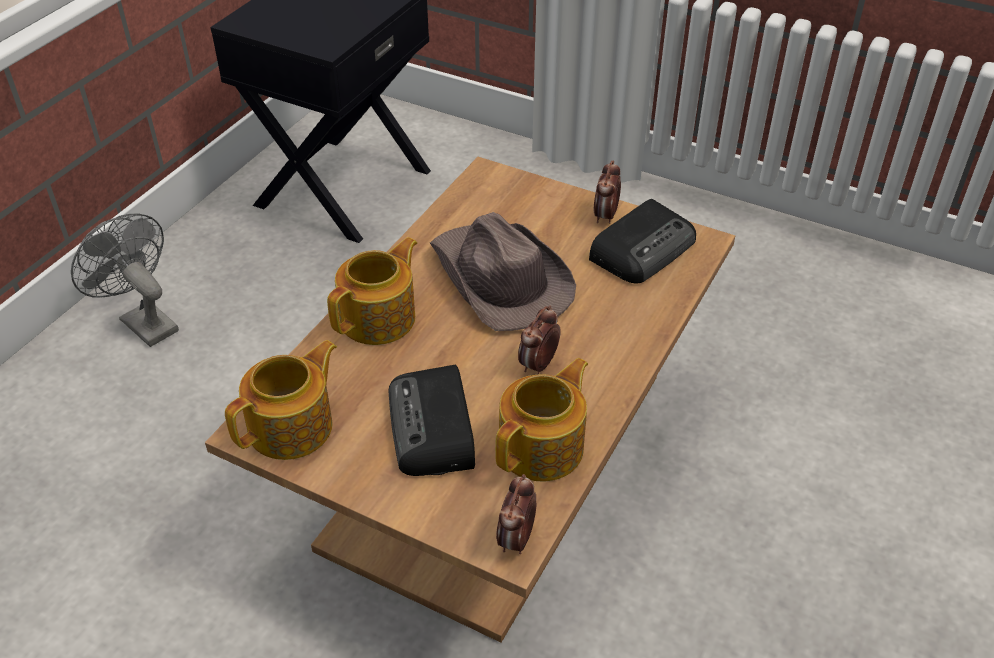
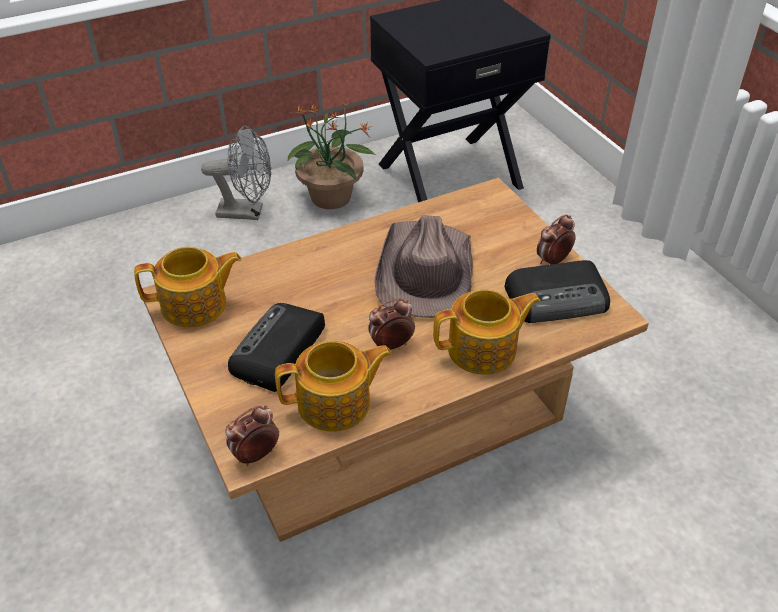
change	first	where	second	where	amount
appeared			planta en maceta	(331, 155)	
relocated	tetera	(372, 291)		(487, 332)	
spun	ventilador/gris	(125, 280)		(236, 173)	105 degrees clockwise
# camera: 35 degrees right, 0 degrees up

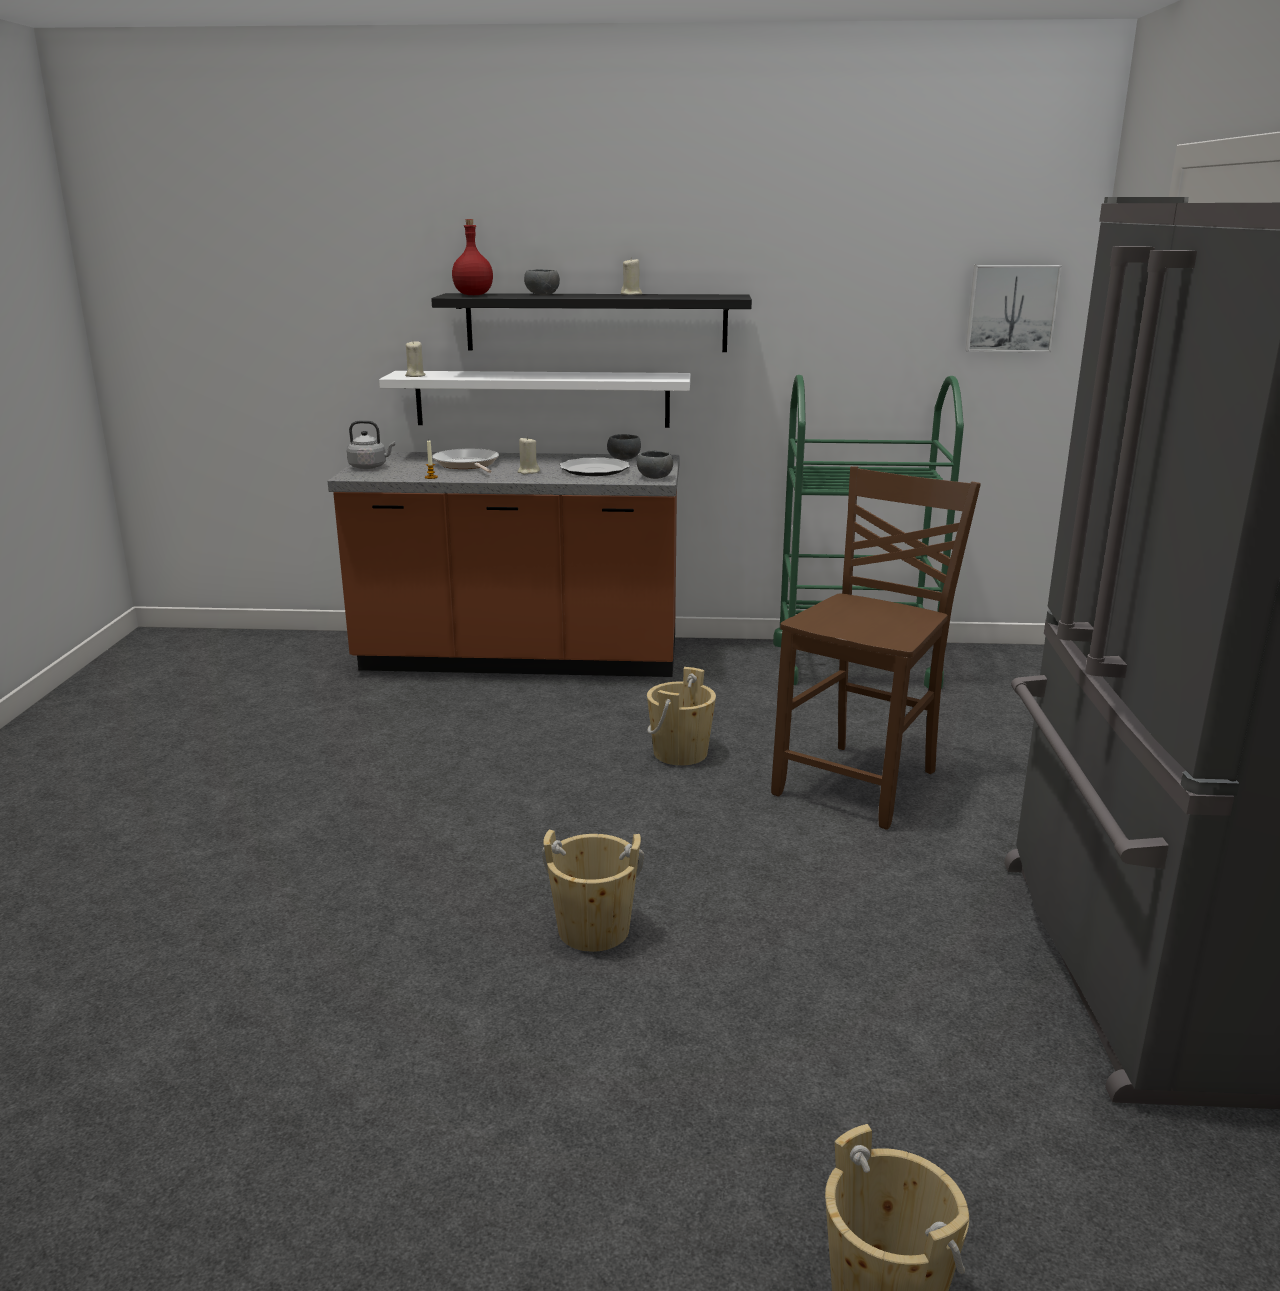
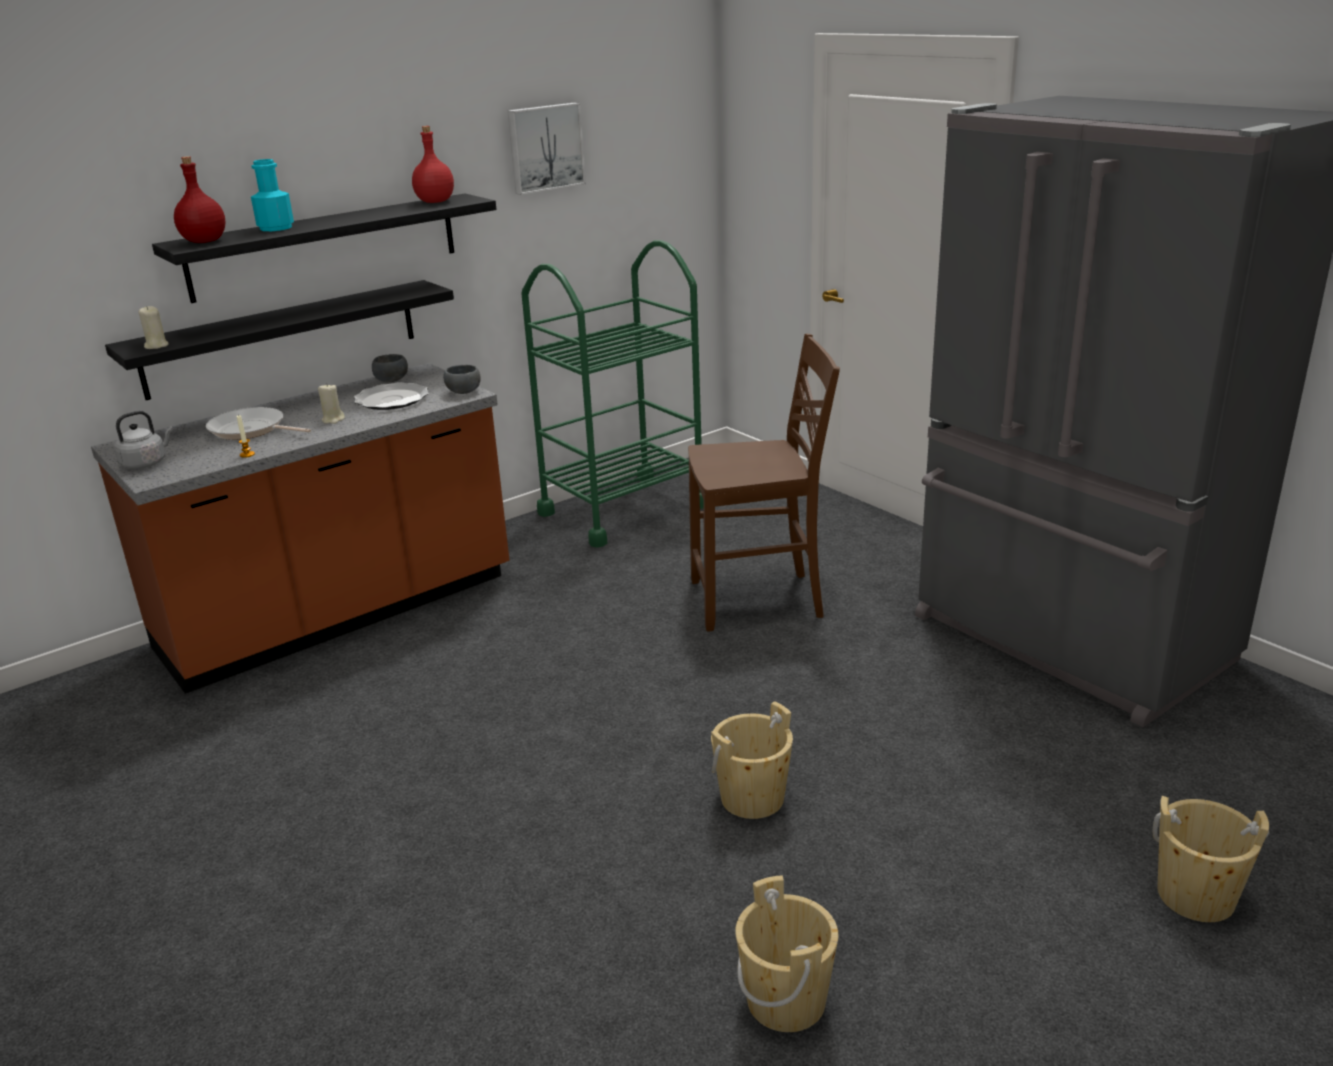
change	first	where	second	where	amount
missing	vela/beis	(631, 276)			
appeared			botella/rojo	(433, 164)	
relocated	cubo/beis	(681, 716)		(786, 953)	
relocated	cuadro	(1013, 308)		(547, 149)	
exchanged	cuenco/gris	(542, 282)	botella/turquesa	(272, 195)	
colour	estante/blanco	(535, 399)	estante/negro	(279, 340)	
spun	silla/marrón	(876, 648)		(764, 482)	90 degrees clockwise
# camera: 40 degrees left, 5 degrees up

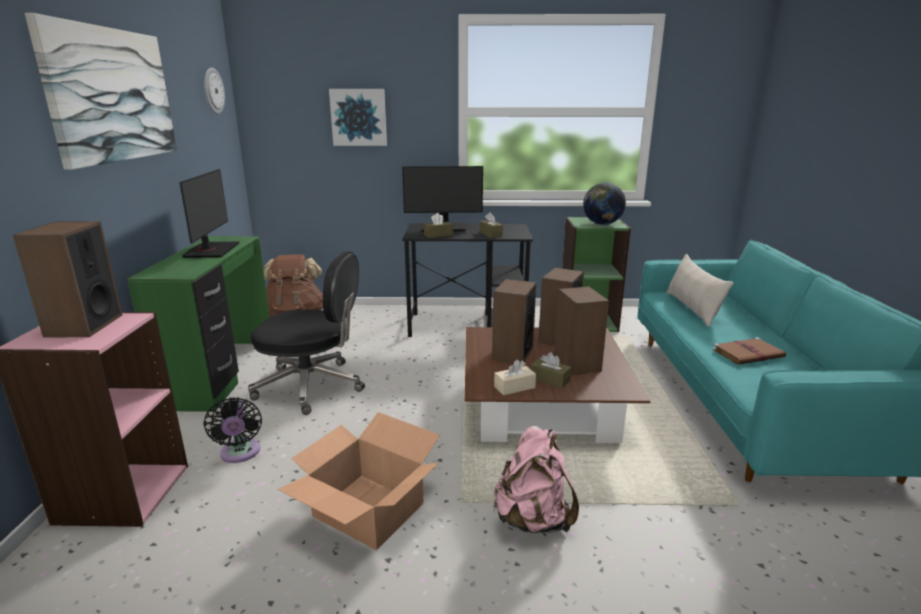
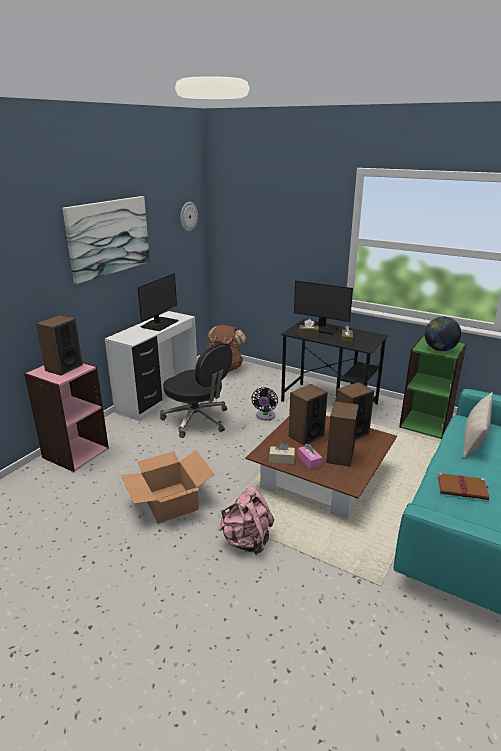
change	first	where	second	where	amount
missing	cuadro	(358, 117)			
relocated	ventilador/negro	(233, 430)		(264, 403)	
colour	escritorio/verde	(198, 324)	escritorio/blanco	(151, 366)	
colour	caja de pañuelos/marrón	(551, 370)	caja de pañuelos/rosa	(310, 457)	
# camera: 30 degrees right, 5 degrees up

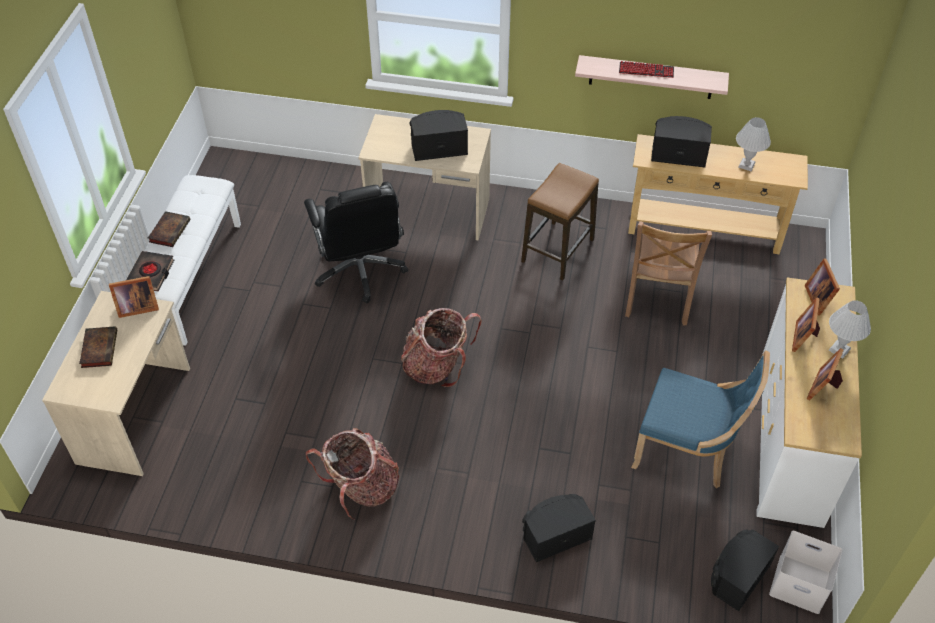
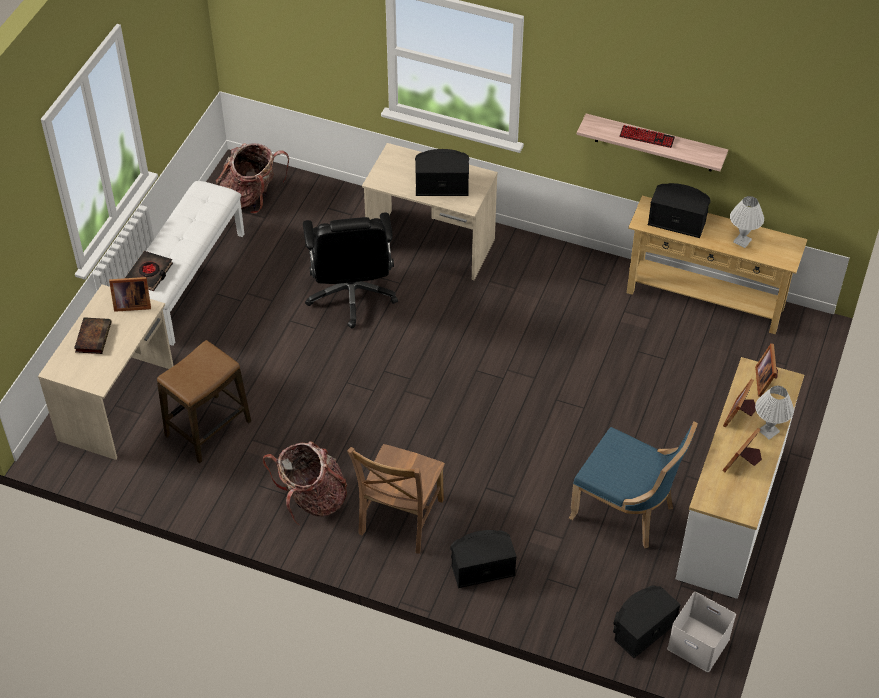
change	first	where	second	where	amount
missing	libro	(169, 229)			
relocated	mochila	(441, 347)		(252, 178)	
relocated	taburete	(560, 221)		(204, 402)	
relocated	silla/marrón	(668, 273)		(396, 499)	
# camera: 10 degrees right, 0 degrees up

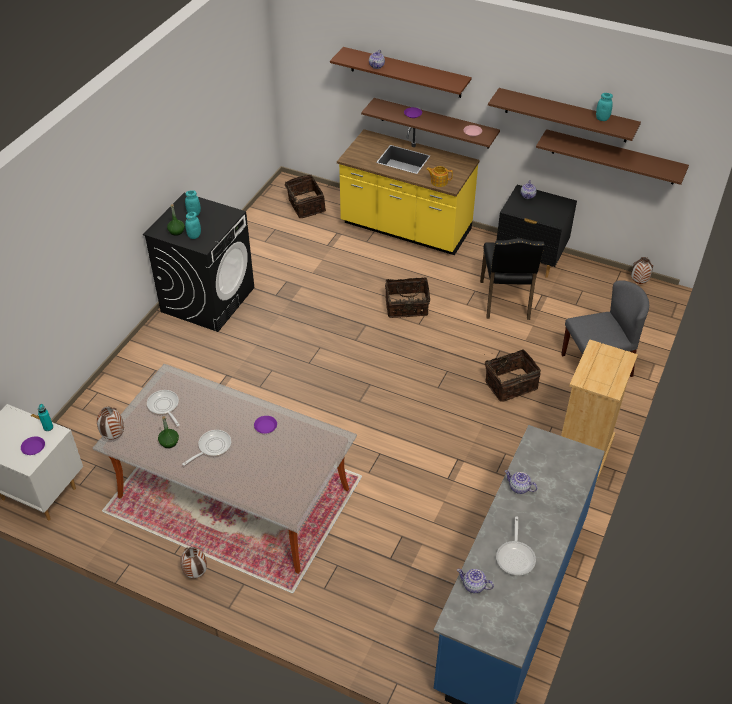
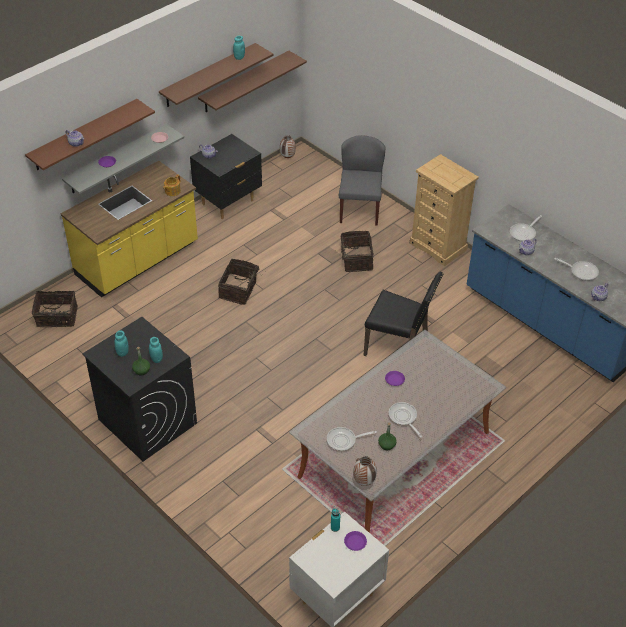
change	first	where	second	where	amount
missing	florero	(193, 562)			
appeared			sartén	(526, 228)	
relocated	silla/negro	(512, 279)		(403, 314)	
colour	estante/marrón	(430, 123)	estante/gris	(123, 159)	
# camera: 70 degrees left, 0 degrees up

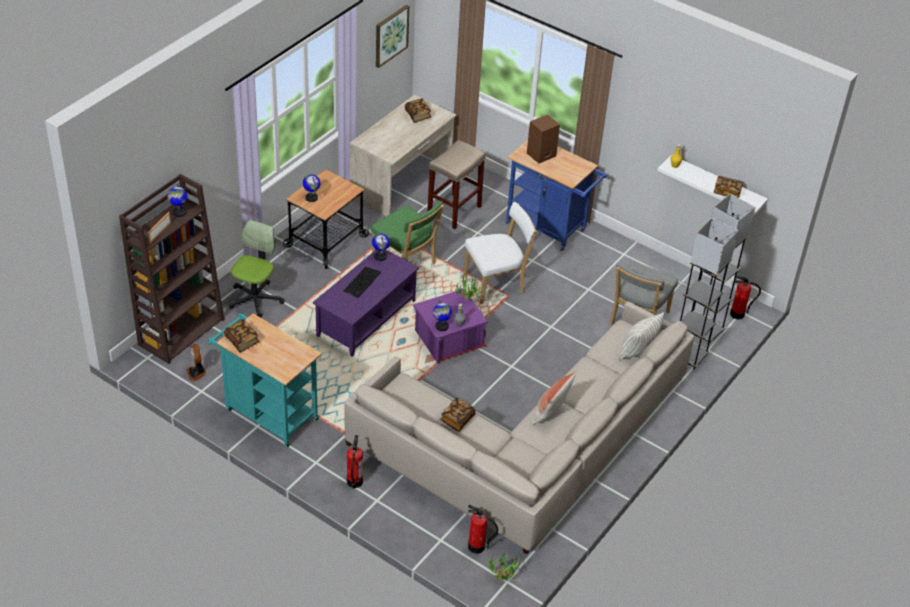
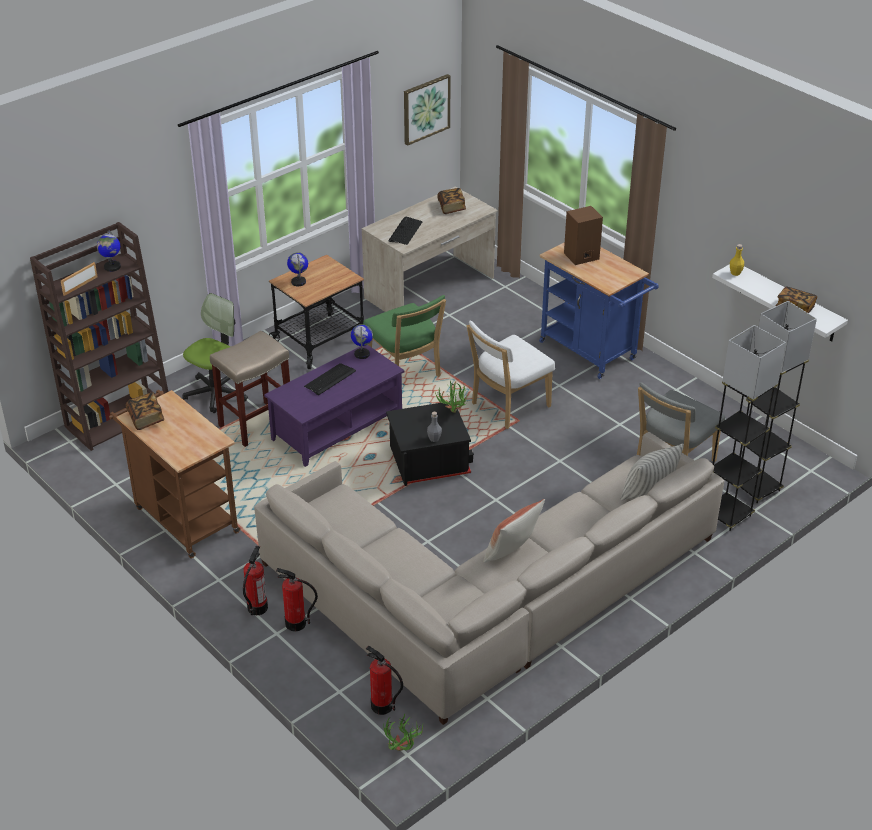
change	first	where	second	where	amount
missing	ventilador	(196, 363)			
missing	globo terráqueo	(442, 315)			
missing	libro	(458, 415)			
appeared			teclado	(405, 231)	
relocated	taburete/beis	(456, 184)		(250, 389)	
relocated	extintor	(745, 298)		(297, 600)	
colour	carrito/turquesa	(265, 380)	carrito/marrón	(174, 474)	
colour	caja de almacenaje/morado	(450, 326)	caja de almacenaje/negro	(430, 443)	
spun	silla/blanco	(500, 253)		(510, 375)	150 degrees clockwise
# camera: 15 degrees right, 5 degrees down

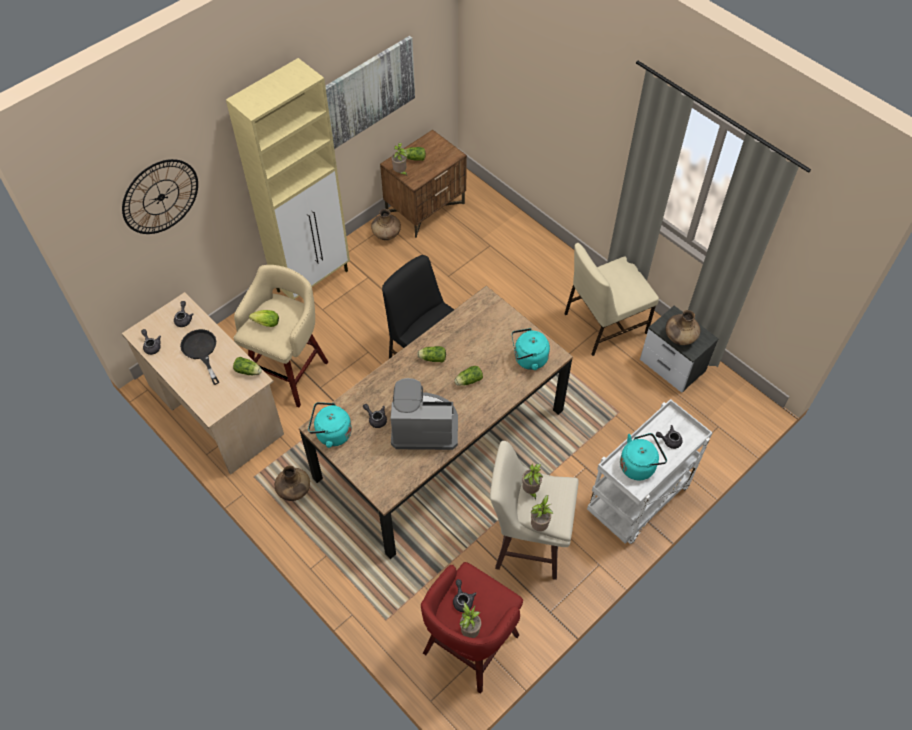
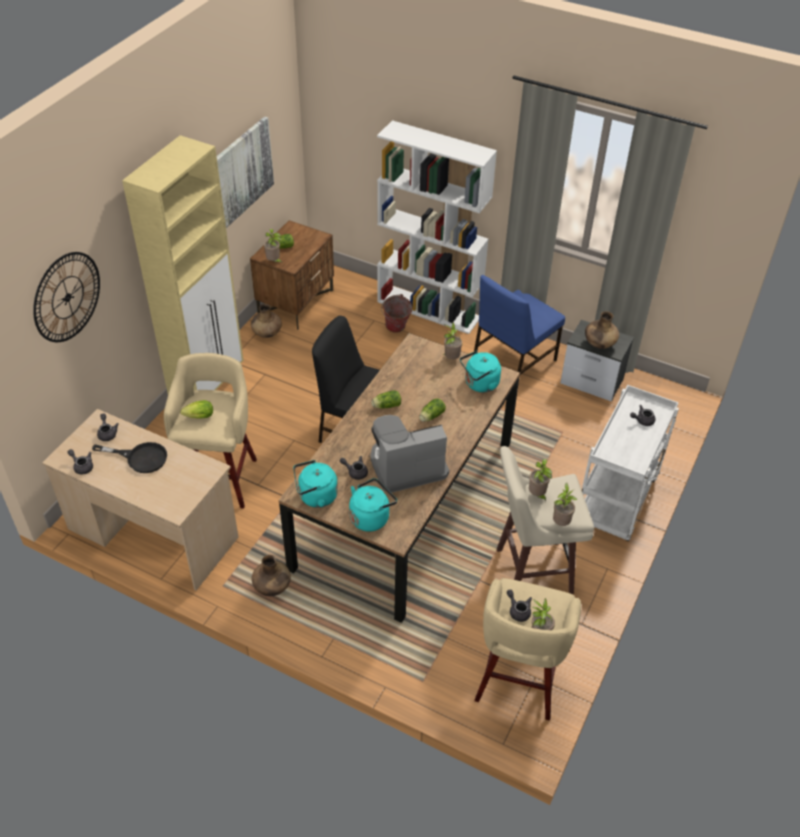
change	first	where	second	where	amount
missing	lechuga	(247, 366)			
appeared			estantería/blanco	(437, 227)	
appeared			cubo	(396, 313)	
appeared			planta en maceta	(452, 340)	
relocated	hervidor/turquesa	(643, 456)		(373, 505)	
colour	taburete/rojo	(472, 628)	taburete/beis	(528, 649)	
colour	silla/beis	(611, 299)	silla/azul	(519, 326)	
spun	sartén/negro	(199, 357)		(129, 457)	150 degrees clockwise
# camera: 20 degrees left, 10 degrees down

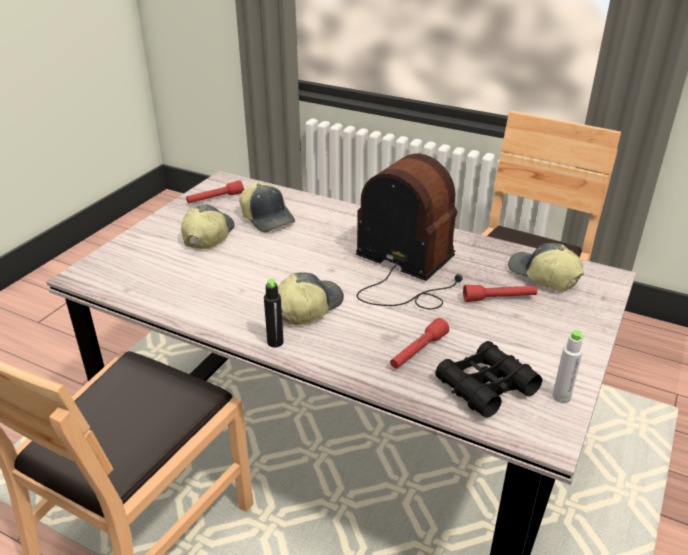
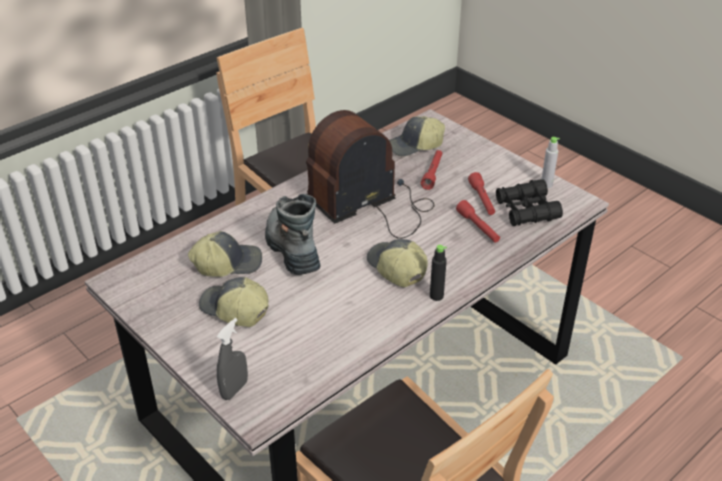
change	first	where	second	where	amount
appeared			pulverizador/gris	(232, 359)	
appeared			bota	(292, 234)	
relocated	linterna/rojo	(215, 191)		(481, 193)	
# camera: 70 degrees left, 5 degrees up

